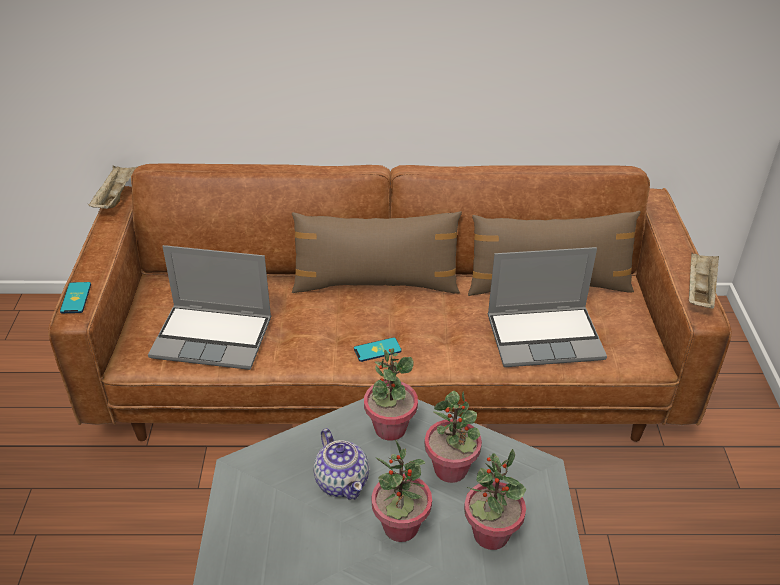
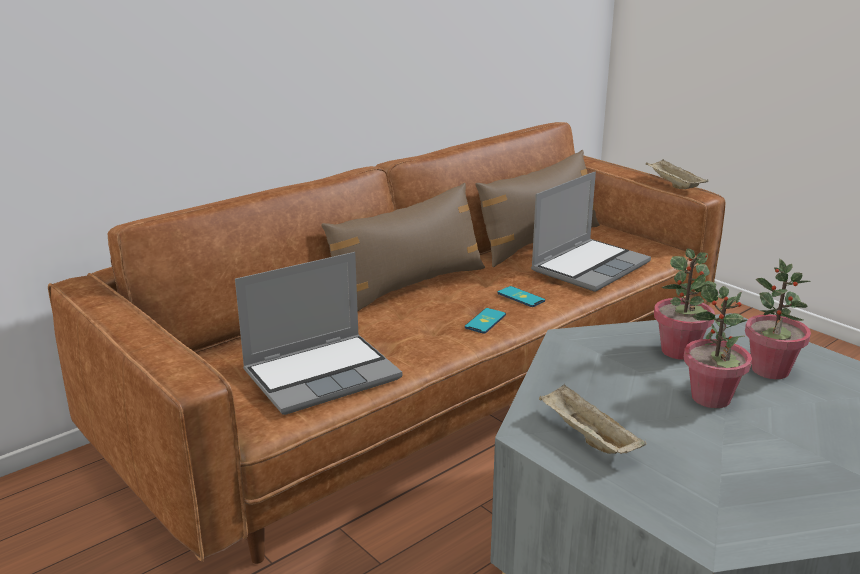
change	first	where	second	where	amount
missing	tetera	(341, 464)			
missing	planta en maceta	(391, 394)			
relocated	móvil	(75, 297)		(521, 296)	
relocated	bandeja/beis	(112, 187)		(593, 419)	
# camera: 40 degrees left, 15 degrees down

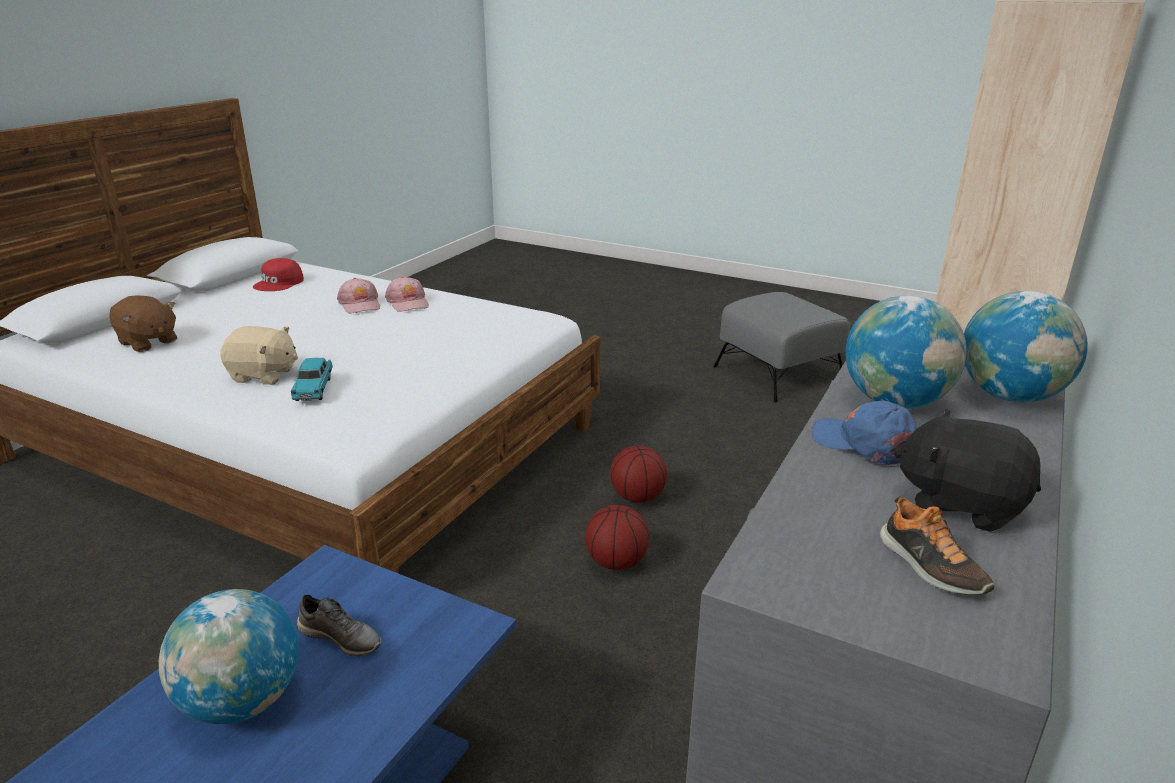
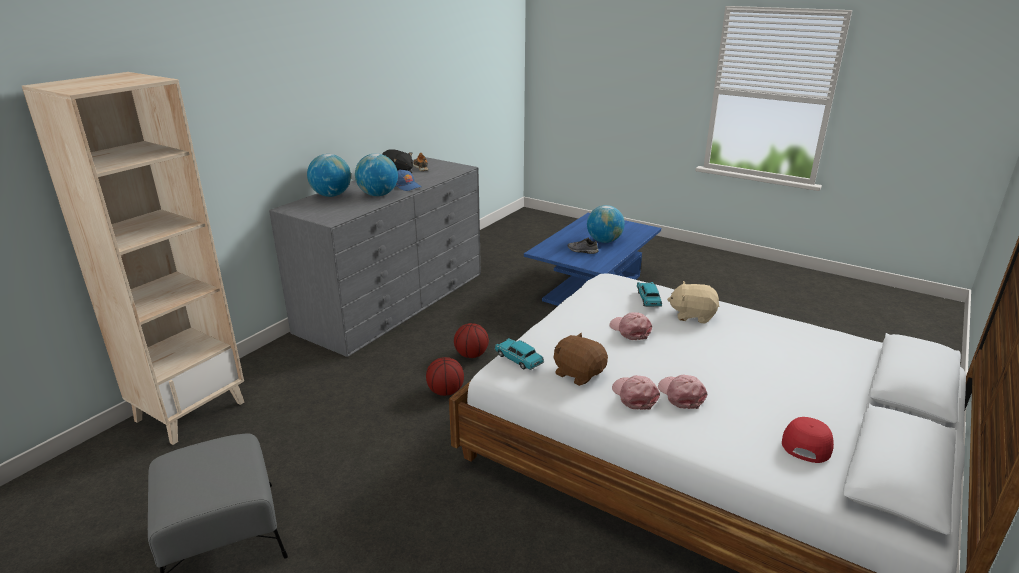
change	first	where	second	where	amount
appeared			coche de juguete/turquesa	(519, 354)	
appeared			gorra/rosa	(631, 326)	
relocated	peluche/marrón	(143, 323)		(581, 359)	
# camera: 175 degrees left, 0 degrees up

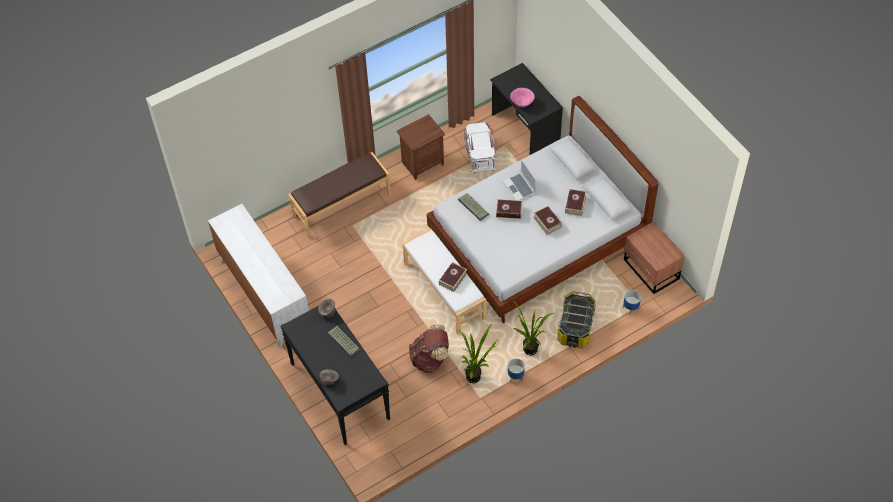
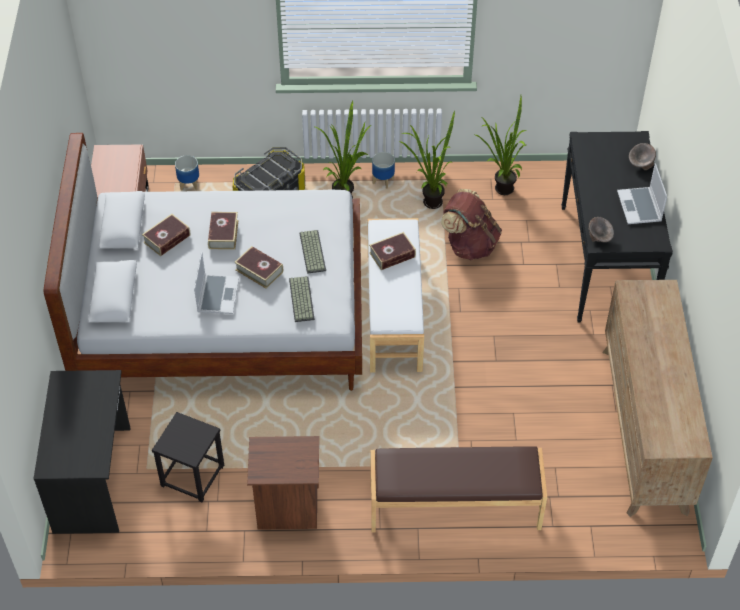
change	first	where	second	where	amount
missing	cuenco/rosa	(522, 97)			
appeared			planta en maceta	(501, 145)	
appeared			portátil	(642, 193)	
relocated	teclado	(344, 341)		(312, 252)	
exchanged	caja de almacenaje/blanco	(480, 147)	taburete/negro	(188, 457)	
colour	cómoda/blanco	(258, 276)	cómoda/marrón	(657, 398)	
# camera: 150 degrees left, 5 degrees down

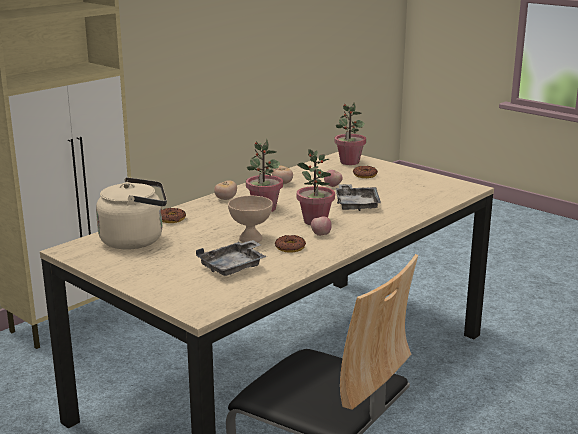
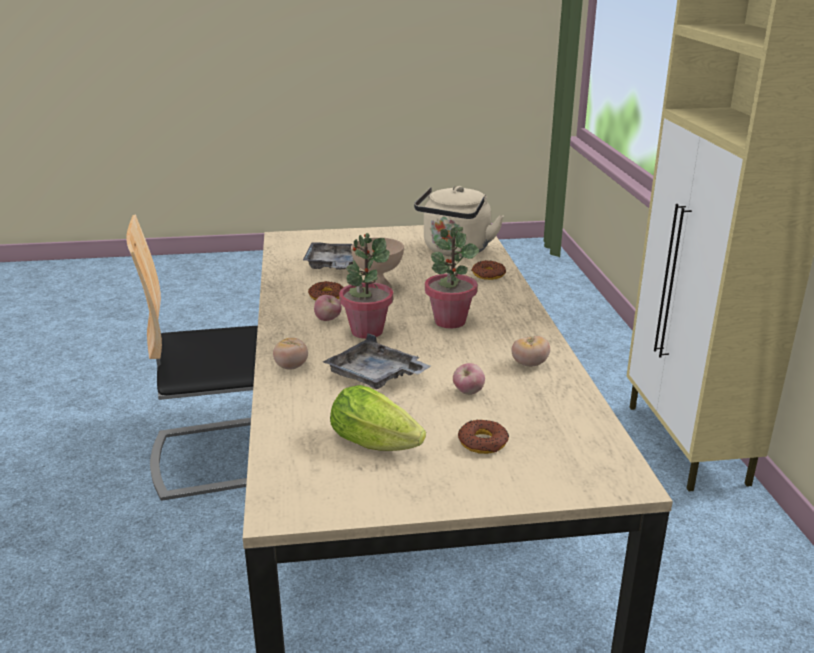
change	first	where	second	where	amount
missing	planta en maceta	(350, 133)			
appeared			lechuga	(378, 418)	
relocated	tomate	(225, 190)		(290, 354)	
# camera: 130 degrees right, 5 degrees up

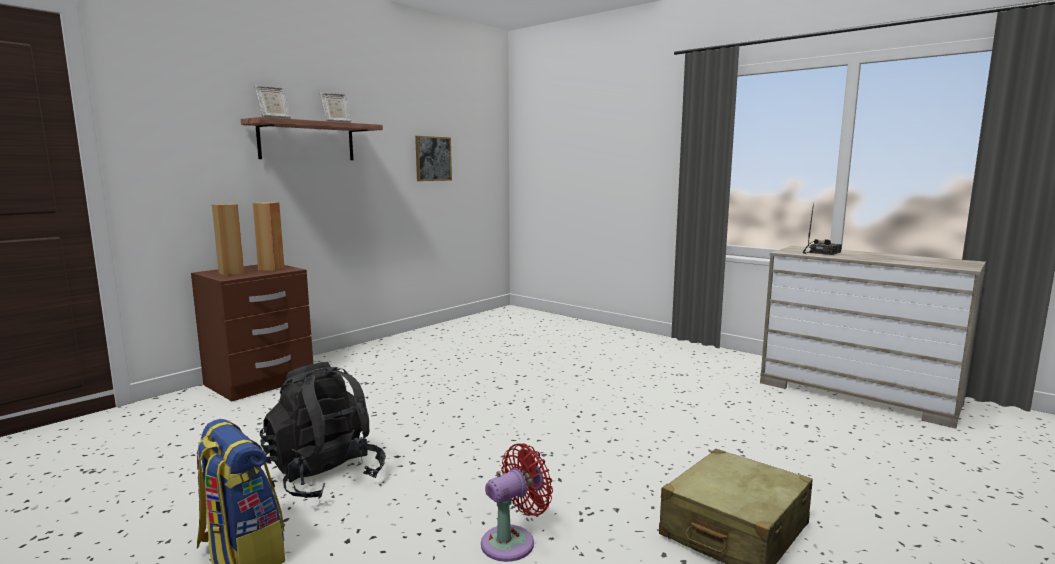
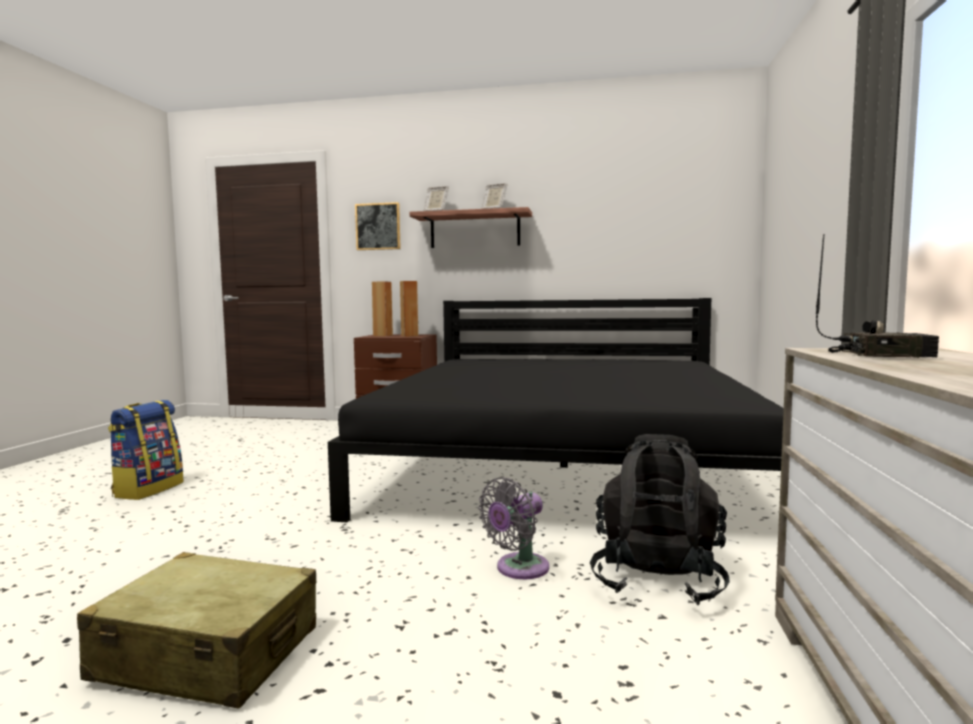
change	first	where	second	where	amount
missing	ventilador/rojo	(517, 502)			
appeared			cama/negro	(556, 410)	
appeared			ventilador/gris	(513, 528)	
relocated	mochila/negro	(323, 430)		(659, 519)	
relocated	cuadro	(433, 158)		(378, 226)	
# camera: 60 degrees right, 5 degrees down

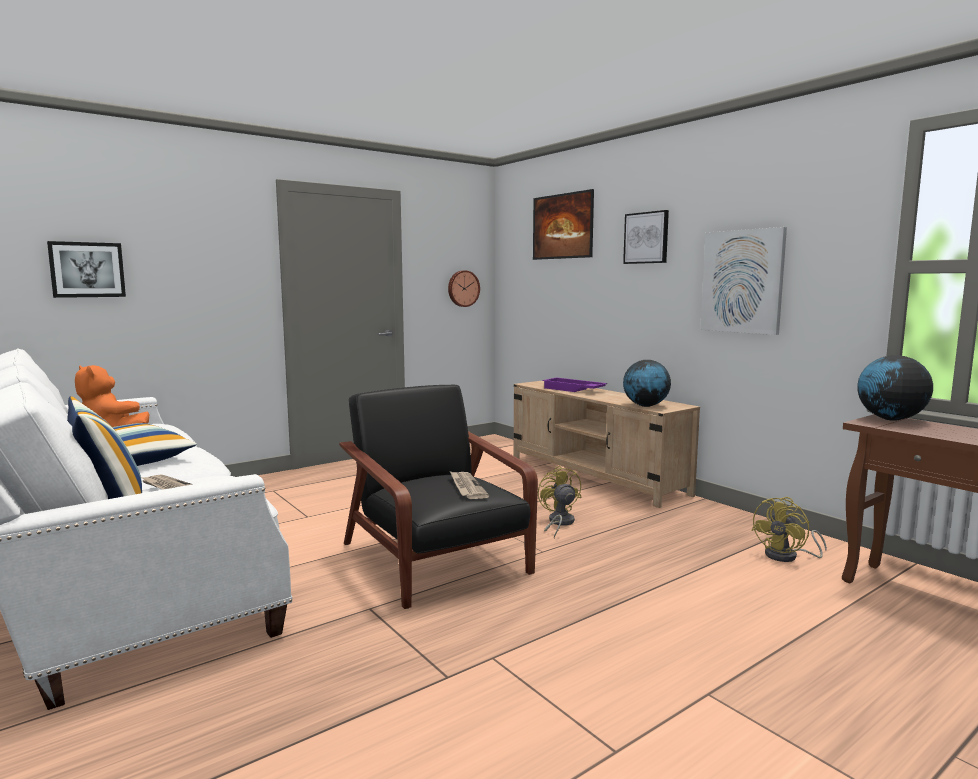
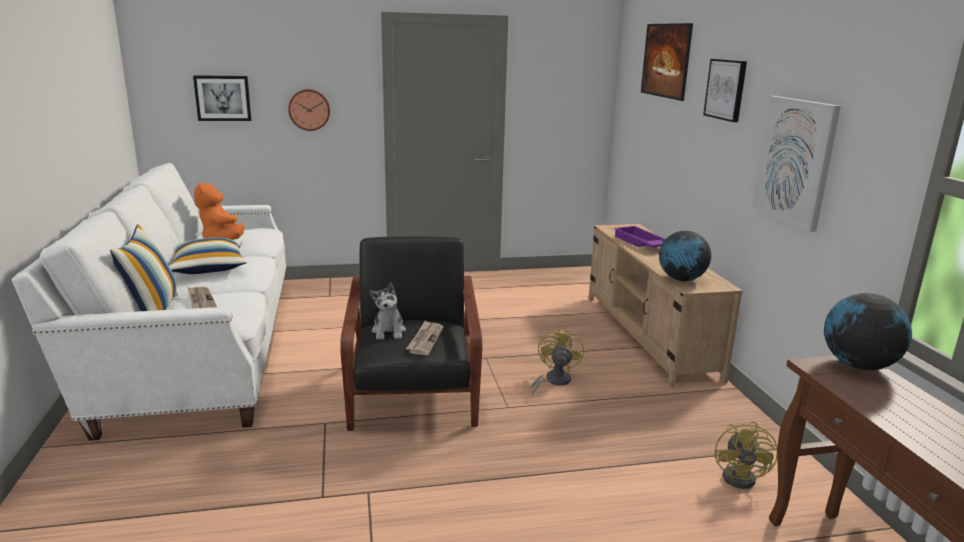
change	first	where	second	where	amount
appeared			peluche	(388, 311)	
relocated	reloj de pared	(464, 288)		(309, 110)	
spun	ventilador/amarillo	(789, 529)		(746, 455)	60 degrees counterclockwise
# camera: 25 degrees right, 10 degrees up

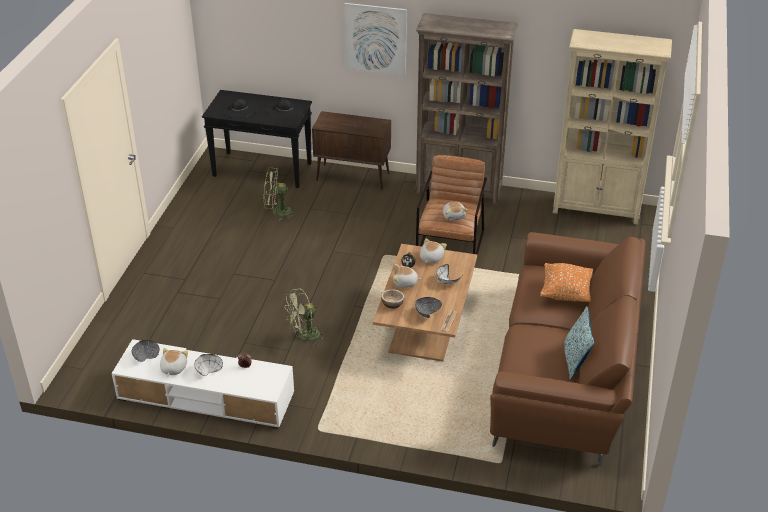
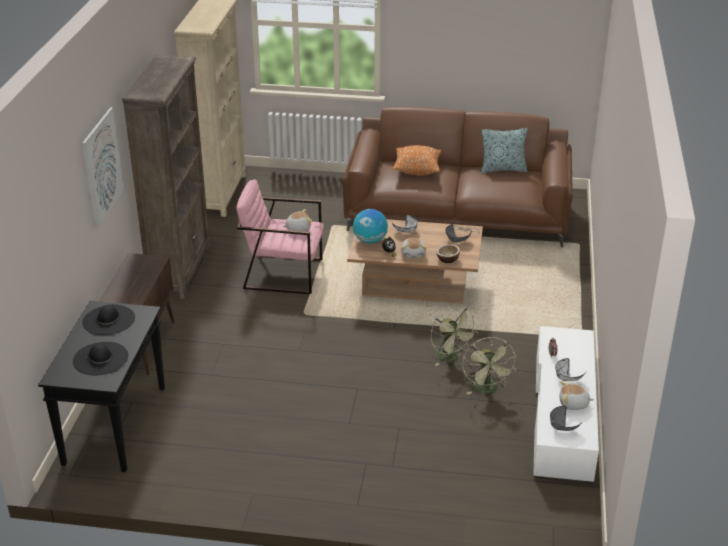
change	first	where	second	where	amount
relocated	ventilador/verde	(280, 194)		(489, 365)	
exchanged	peluche	(433, 250)	globo terráqueo	(370, 226)	
colour	sillón/marrón	(451, 211)	sillón/rosa	(279, 236)	
# camera: 95 degrees left, 5 degrees down

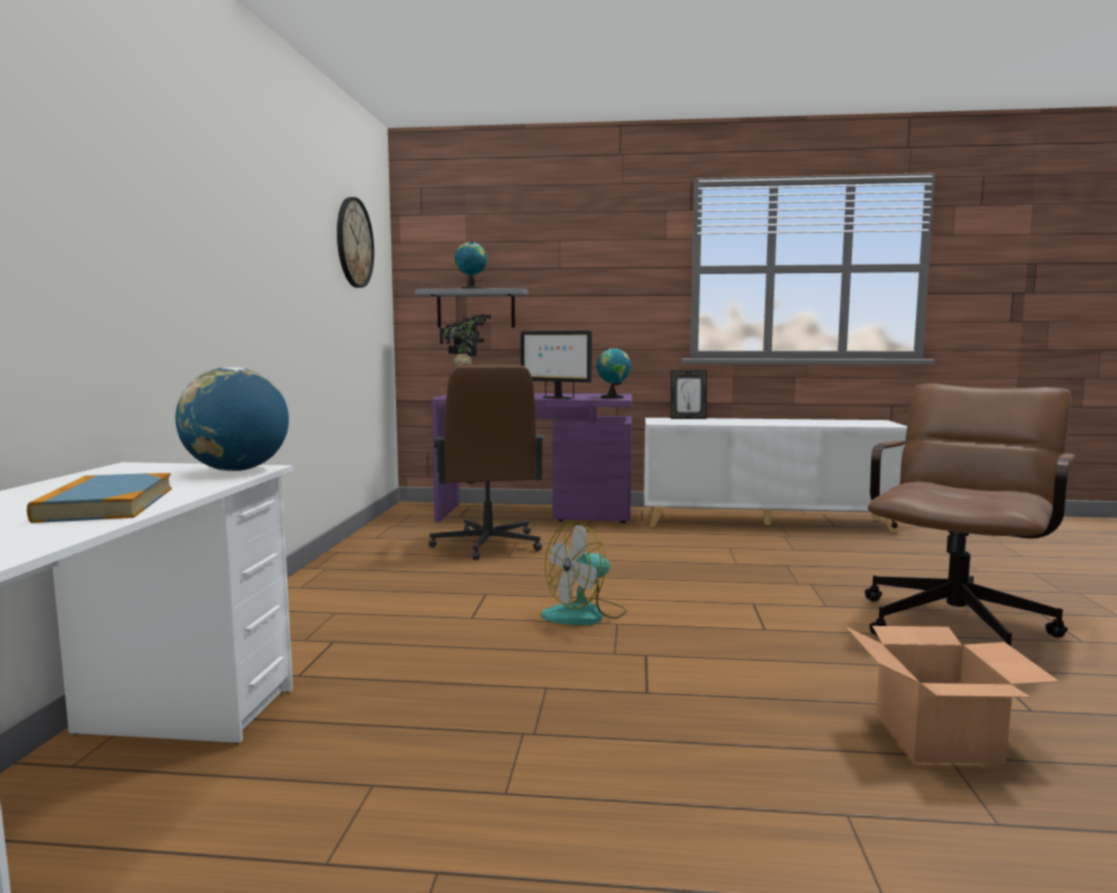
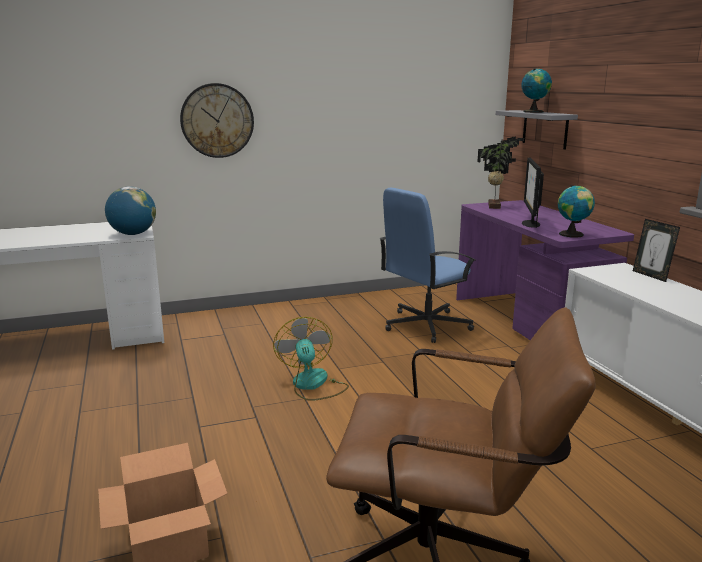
change	first	where	second	where	amount
missing	libro	(99, 498)			
relocated	reloj de pared	(355, 242)		(217, 120)	
colour	silla de oficina/marrón	(486, 462)	silla de oficina/azul	(427, 265)	
spun	ventilador	(584, 573)		(311, 359)	45 degrees clockwise
# camera: 65 degrees right, 10 degrees up

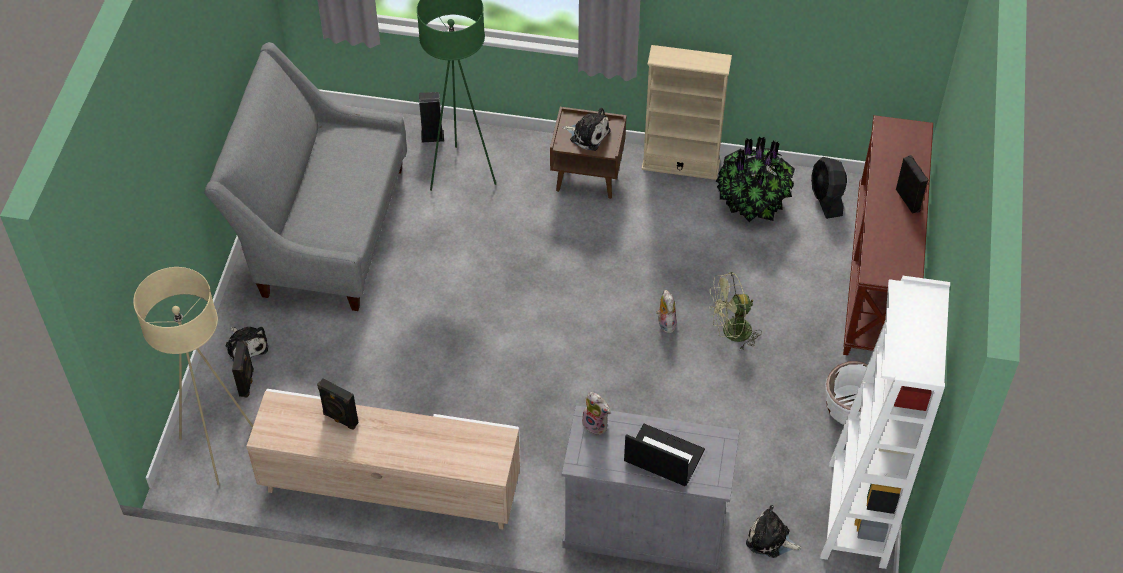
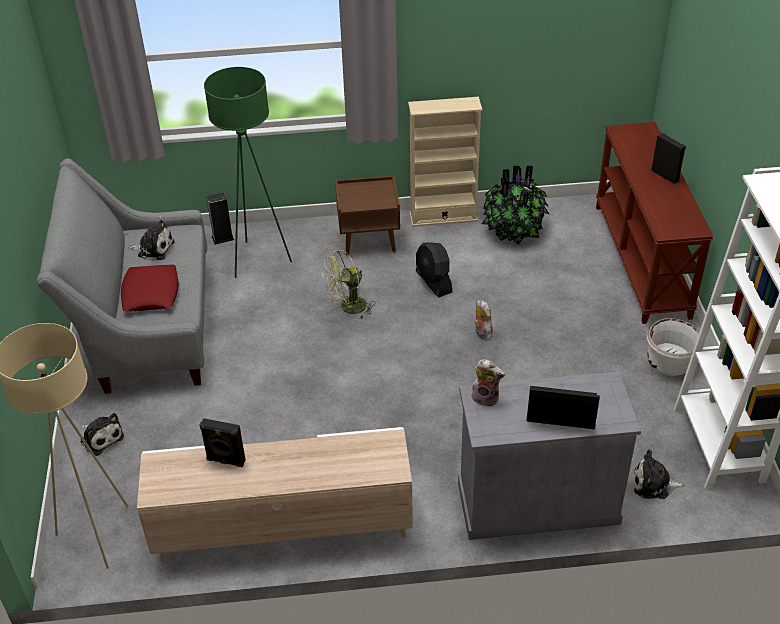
change	first	where	second	where	amount
missing	altavoz/negro	(243, 369)			
appeared			cojín/rojo	(150, 288)	
relocated	peluche	(586, 129)		(151, 240)	
relocated	ventilador/verde	(735, 311)		(348, 284)	
relocated	ventilador/negro	(829, 188)		(434, 270)	
# camera: 15 degrees left, 10 degrees down

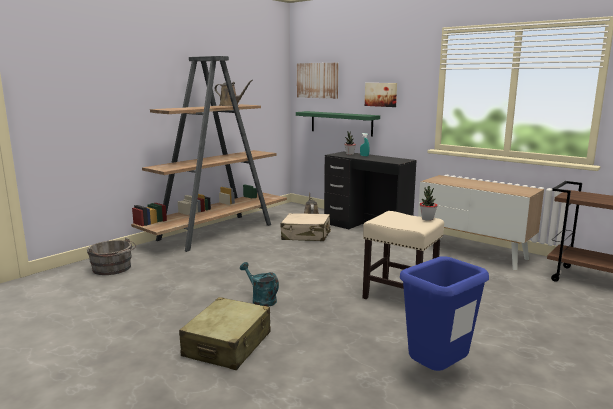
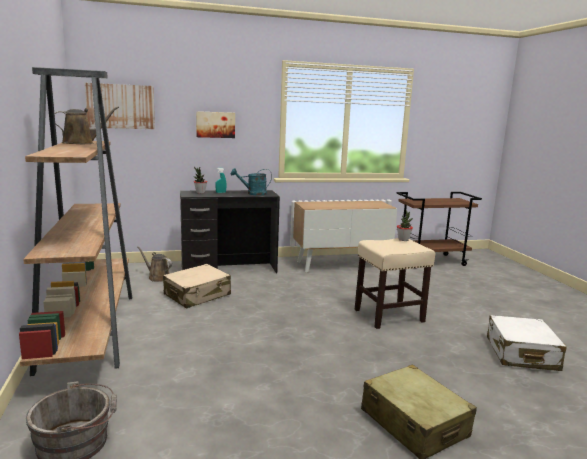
change	first	where	second	where	amount
missing	estante/verde	(338, 124)			
relocated	regadera/turquesa	(259, 284)		(251, 181)	
exchanged	papelera/azul	(444, 313)	maleta/blanco	(527, 343)	
# camera: 55 degrees left, 0 degrees up

